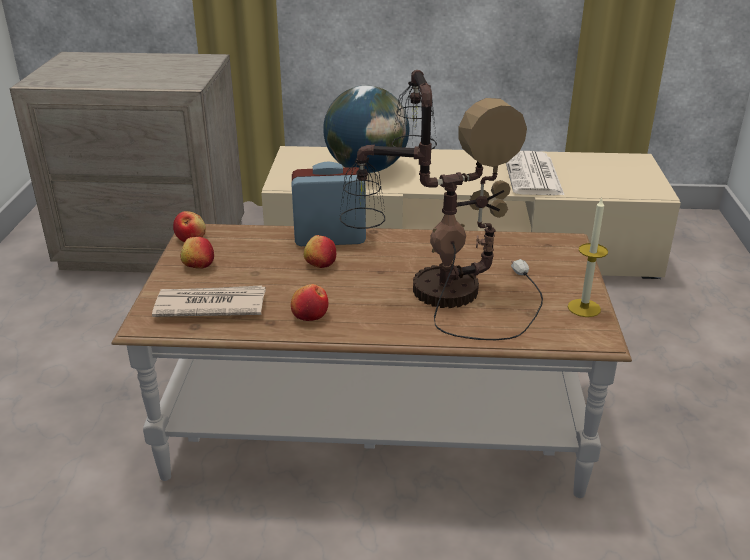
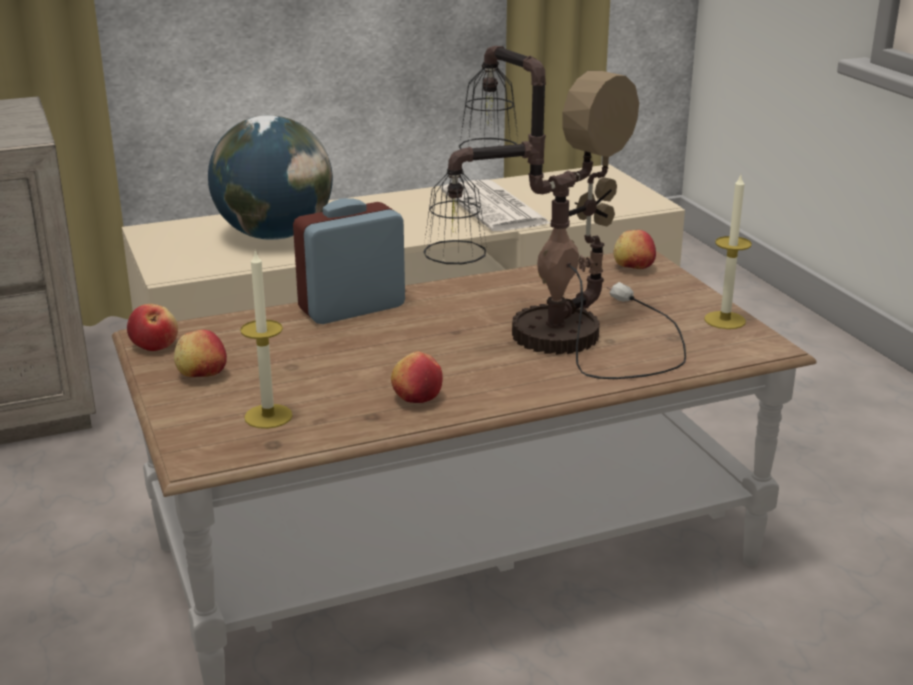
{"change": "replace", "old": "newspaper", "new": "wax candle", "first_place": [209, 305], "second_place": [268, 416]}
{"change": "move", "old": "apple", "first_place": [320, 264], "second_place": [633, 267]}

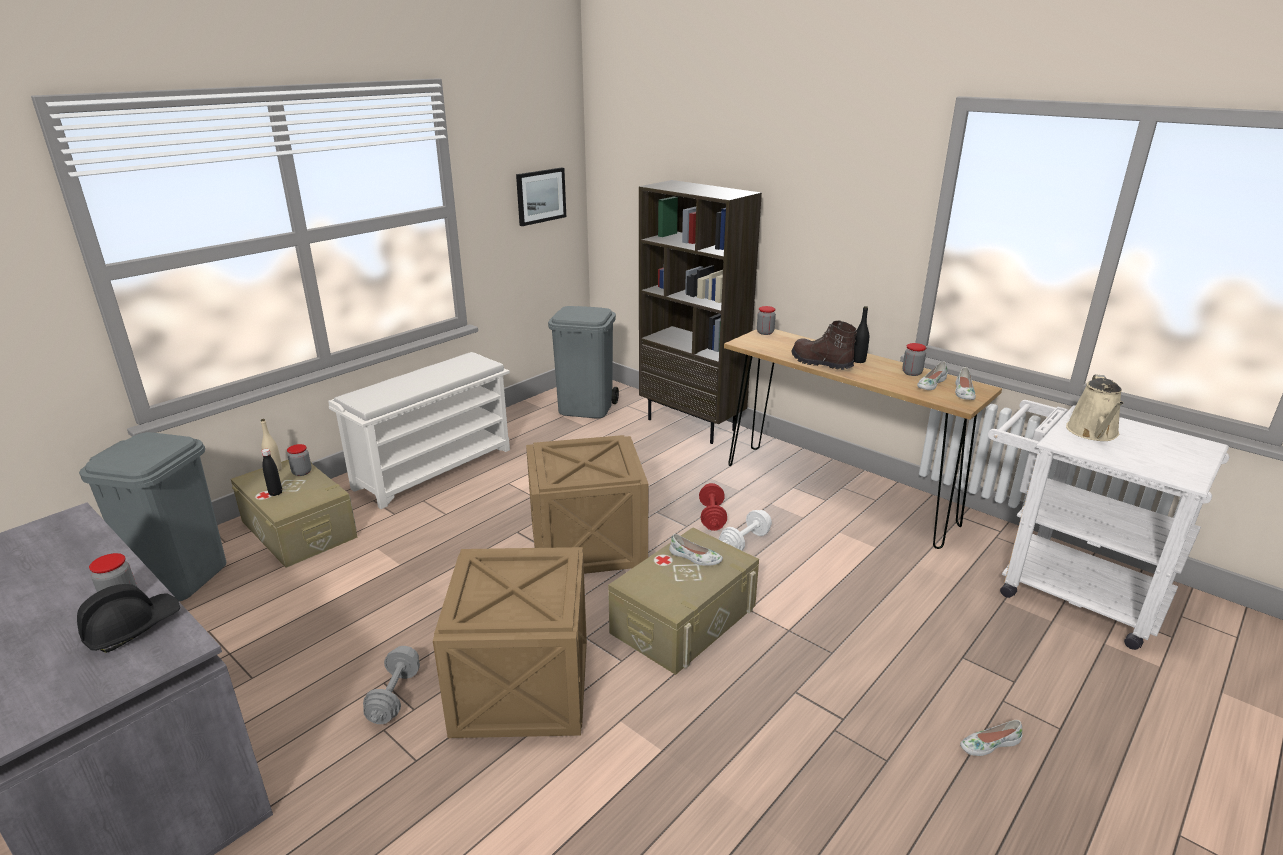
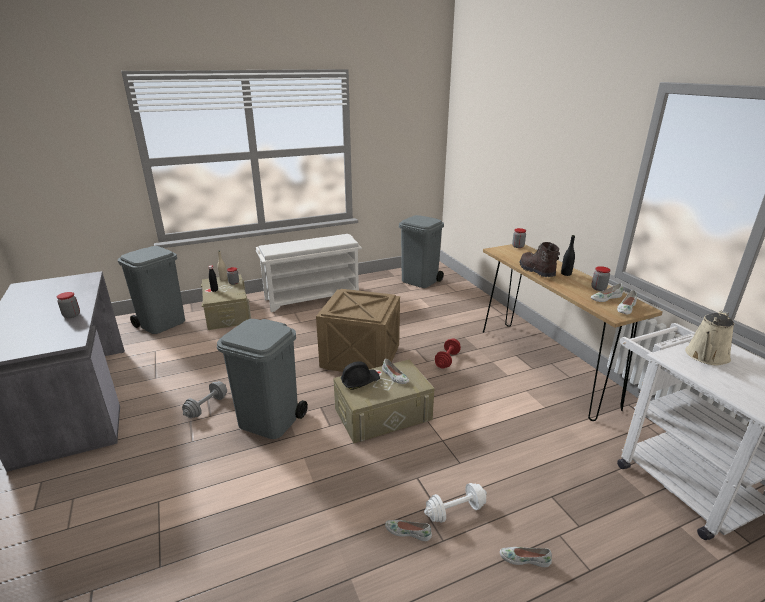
{"change": "replace", "old": "shipping crate", "new": "gray trash can", "first_place": [523, 684], "second_place": [270, 421]}
{"change": "move", "old": "blackish work helmet", "first_place": [132, 628], "second_place": [360, 381]}
{"change": "insert", "new": "whitish shoe", "second_place": [408, 531]}
{"change": "move", "old": "whitish hand weight", "first_place": [744, 542], "second_place": [455, 511]}
{"change": "delete", "old": "picture", "first_place": [540, 196]}
{"change": "delete", "old": "brownish shelving unit", "first_place": [692, 424]}

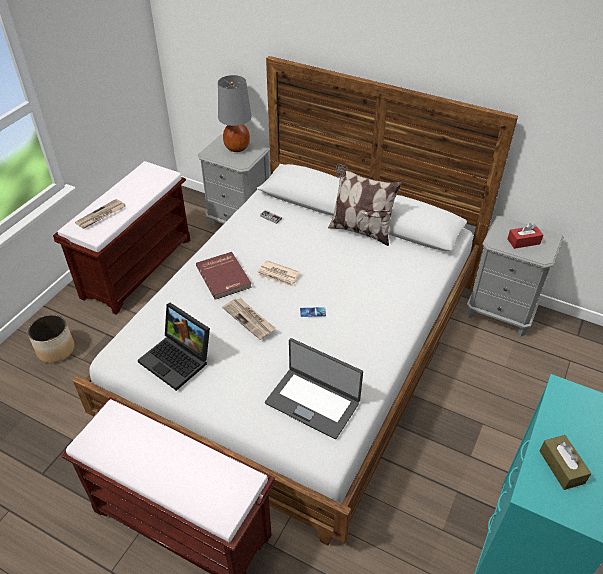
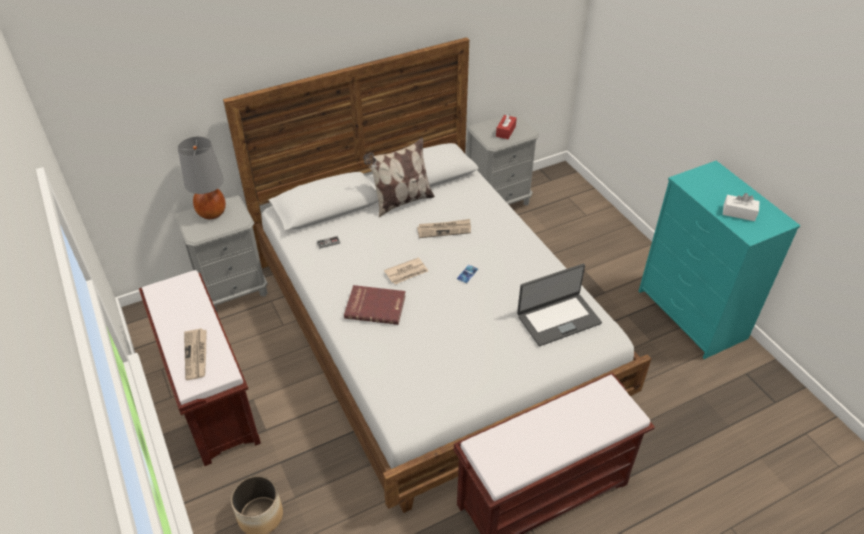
{"change": "move", "old": "newspaper", "first_place": [249, 319], "second_place": [444, 229]}
{"change": "recolor", "old": "brownish tissue box", "new": "whitish tissue box", "first_place": [561, 467], "second_place": [739, 213]}
{"change": "delete", "old": "notebook computer", "first_place": [178, 360]}

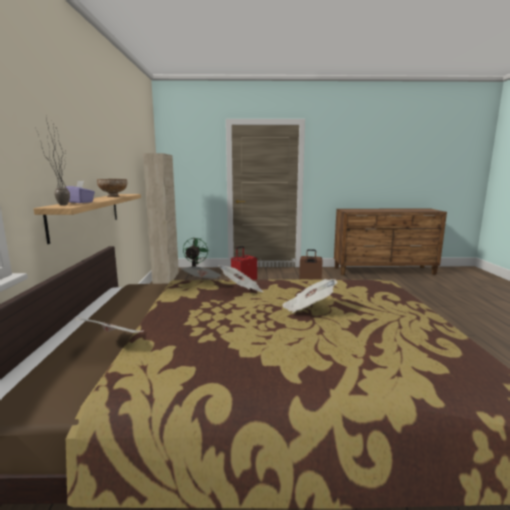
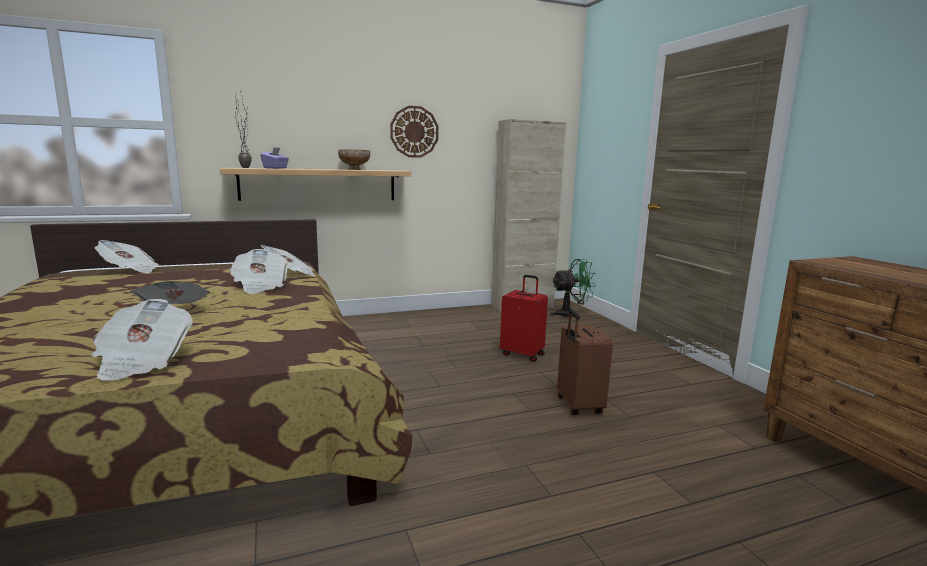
{"change": "insert", "new": "newspaper", "second_place": [142, 362]}
{"change": "insert", "new": "wall clock", "second_place": [414, 132]}

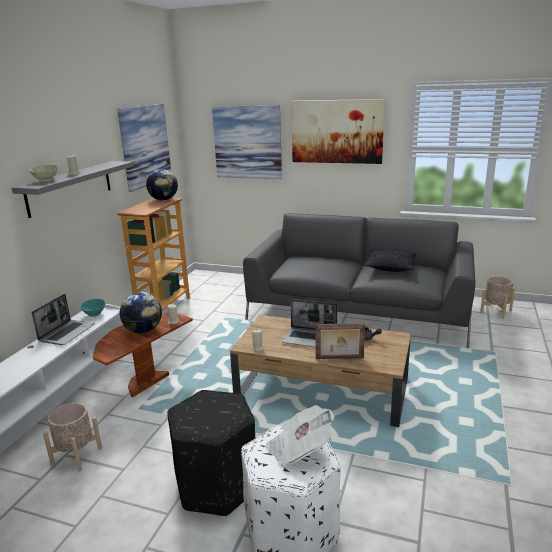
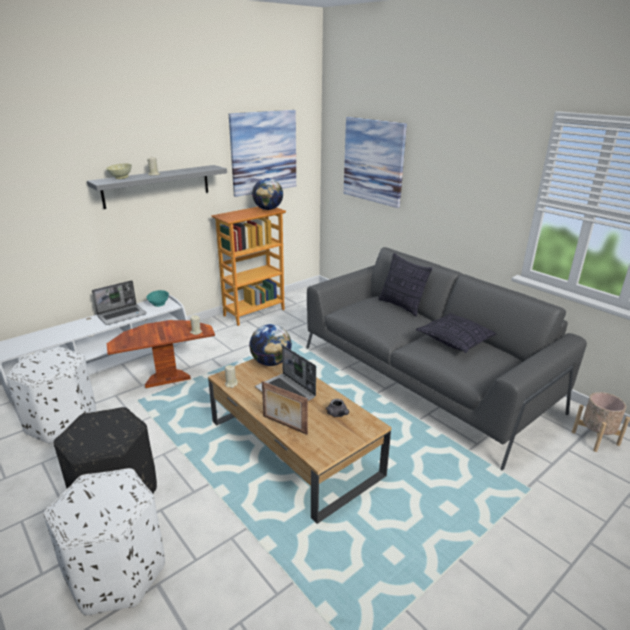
{"change": "replace", "old": "beige flower pot", "new": "whitish ottoman", "first_place": [76, 456], "second_place": [62, 421]}
{"change": "move", "old": "desk globe", "first_place": [143, 330], "second_place": [271, 362]}
{"change": "insert", "new": "cushion", "second_place": [401, 306]}
{"change": "delete", "old": "newspaper", "first_place": [299, 449]}
{"change": "delete", "old": "picture", "first_place": [336, 131]}

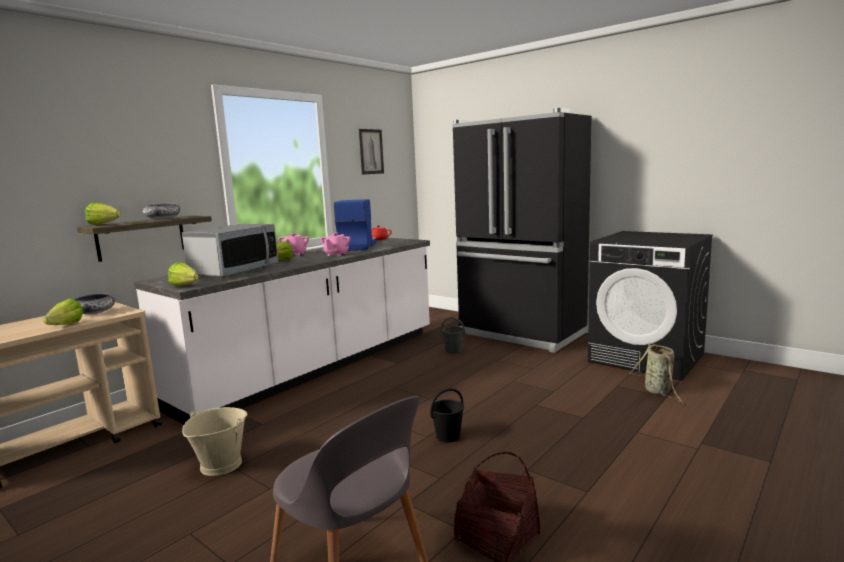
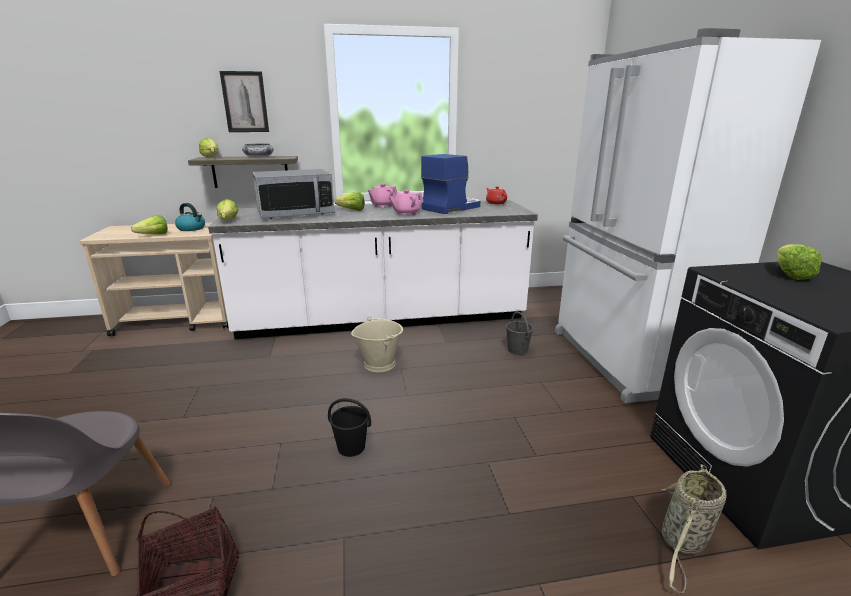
{"change": "replace", "old": "bowl", "new": "kettle", "first_place": [95, 312], "second_place": [192, 228]}
{"change": "move", "old": "picture", "first_place": [371, 151], "second_place": [245, 102]}
{"change": "move", "old": "beige bucket", "first_place": [221, 464], "second_place": [379, 364]}
{"change": "recolor", "old": "blackish refrigerator", "new": "whitish refrigerator", "first_place": [520, 334], "second_place": [624, 360]}
{"change": "insert", "new": "lettuce head", "second_place": [788, 273]}

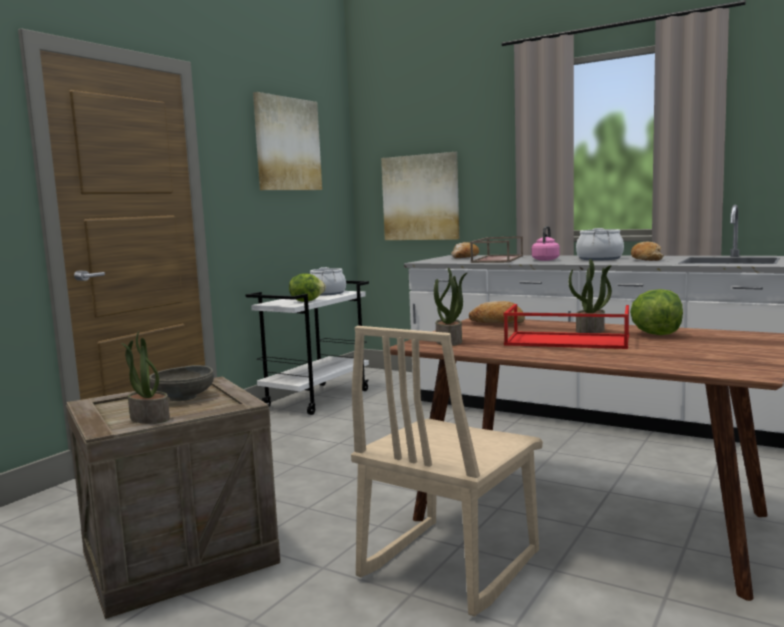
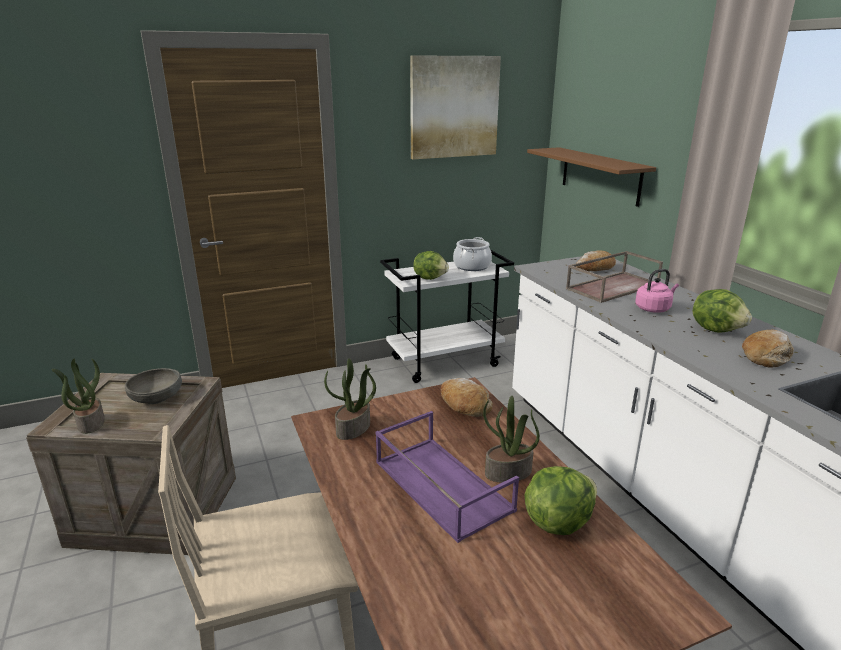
{"change": "recolor", "old": "red-coloured carrying tray", "new": "purple carrying tray", "first_place": [565, 341], "second_place": [440, 485]}
{"change": "replace", "old": "picture", "new": "brownish wall shelf", "first_place": [420, 197], "second_place": [600, 175]}
{"change": "replace", "old": "saucepot", "new": "lettuce head", "first_place": [599, 259], "second_place": [716, 329]}

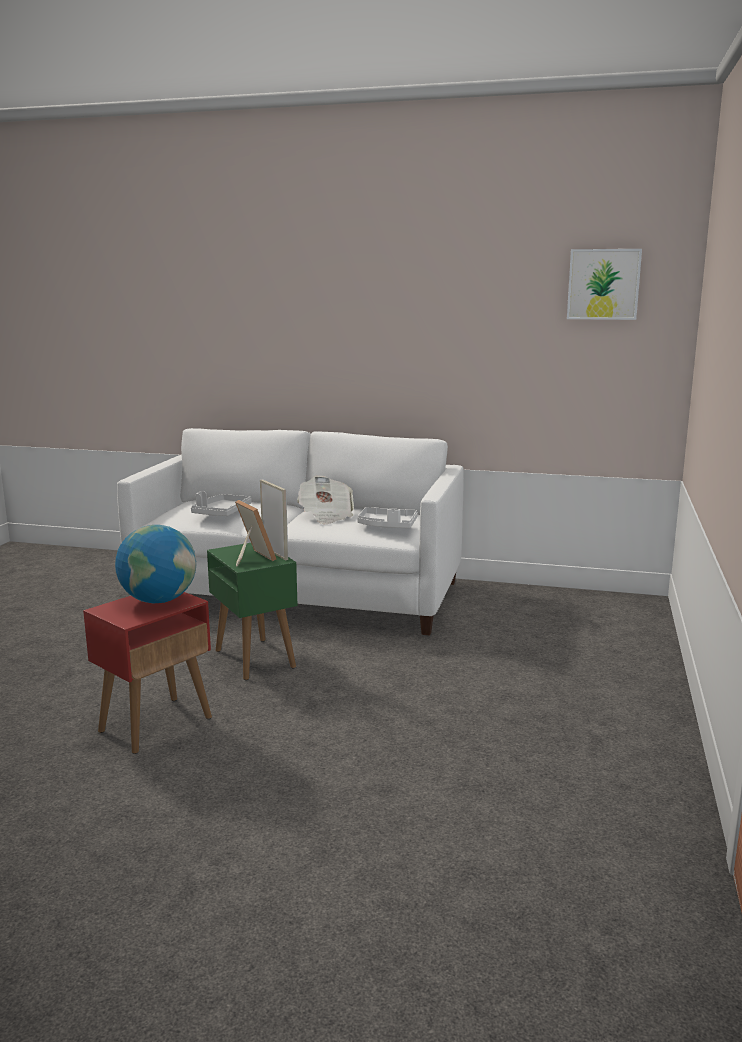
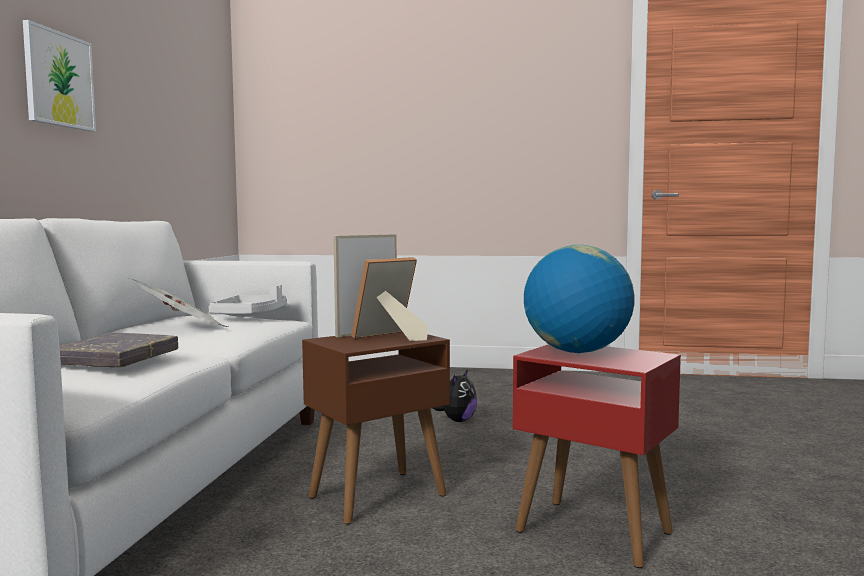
{"change": "move", "old": "picture", "first_place": [603, 284], "second_place": [59, 79]}
{"change": "replace", "old": "gray carrying tray", "new": "gray volume", "first_place": [221, 513], "second_place": [115, 358]}
{"change": "recolor", "old": "green side table", "new": "brownish side table", "first_place": [254, 658], "second_place": [376, 496]}
{"change": "insert", "new": "cuddly toy", "second_place": [457, 420]}

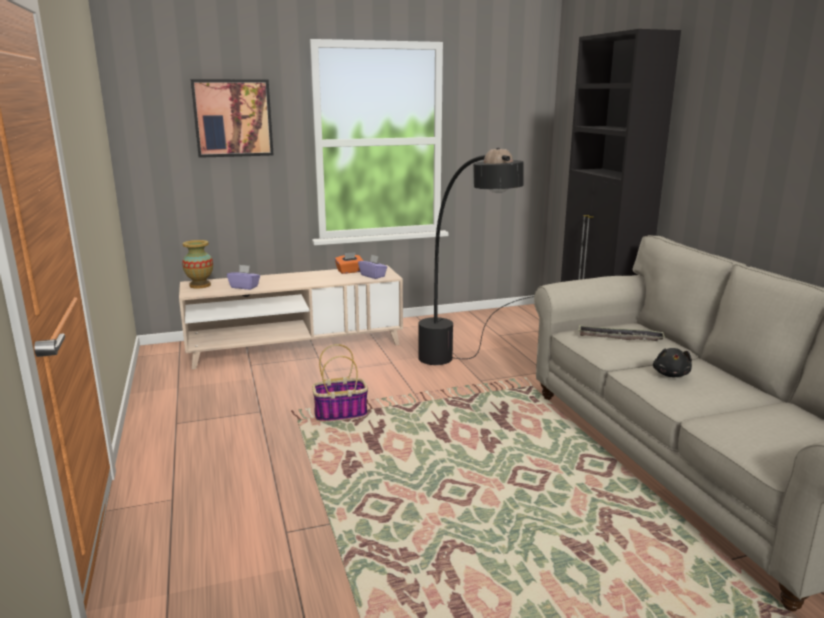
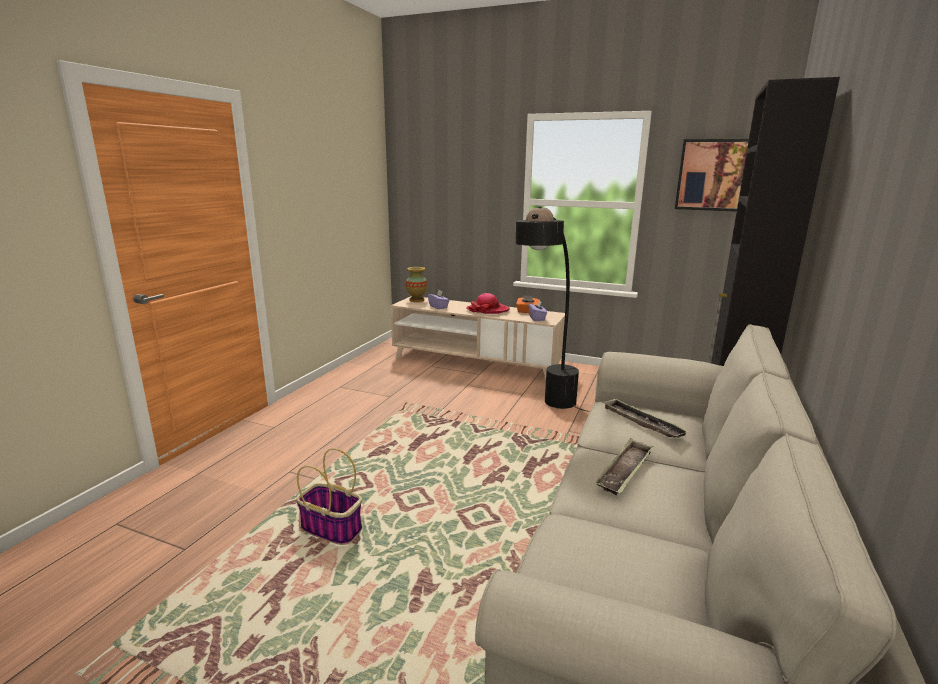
{"change": "move", "old": "basket", "first_place": [341, 414], "second_place": [333, 529]}
{"change": "insert", "new": "hat", "second_place": [488, 310]}
{"change": "replace", "old": "blackish cuddly toy", "new": "carrying tray", "first_place": [671, 374], "second_place": [625, 471]}
{"change": "move", "old": "picture", "first_place": [233, 118], "second_place": [715, 175]}

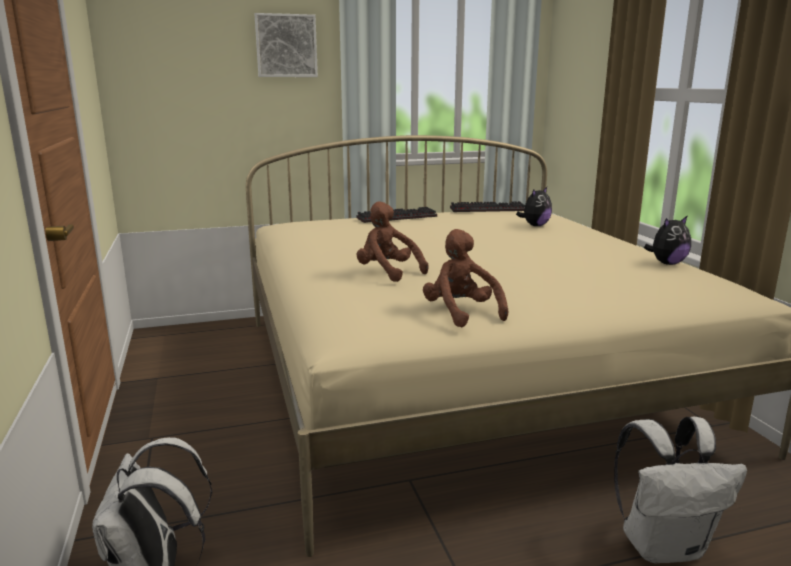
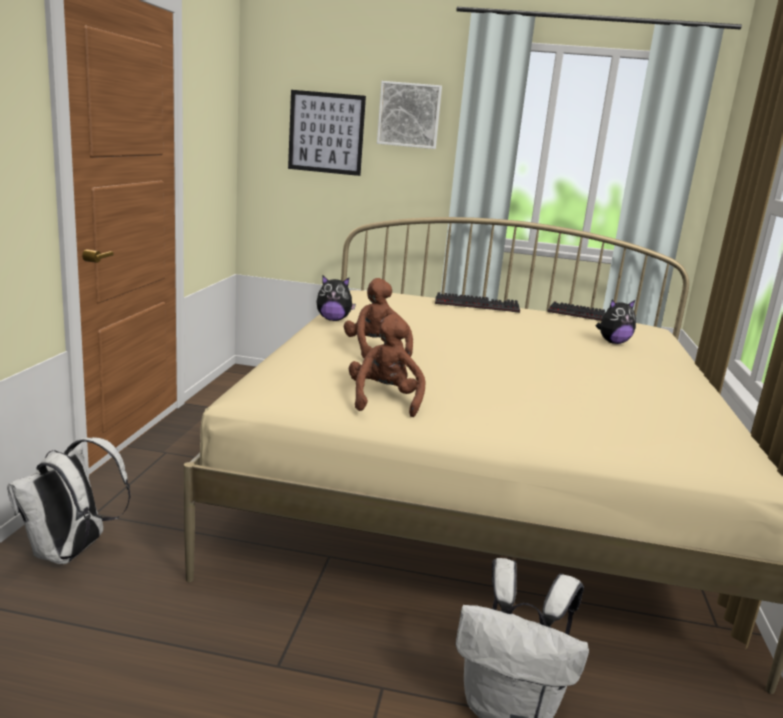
{"change": "insert", "new": "picture", "second_place": [326, 133]}
{"change": "move", "old": "cuddly toy", "first_place": [667, 263], "second_place": [333, 320]}

